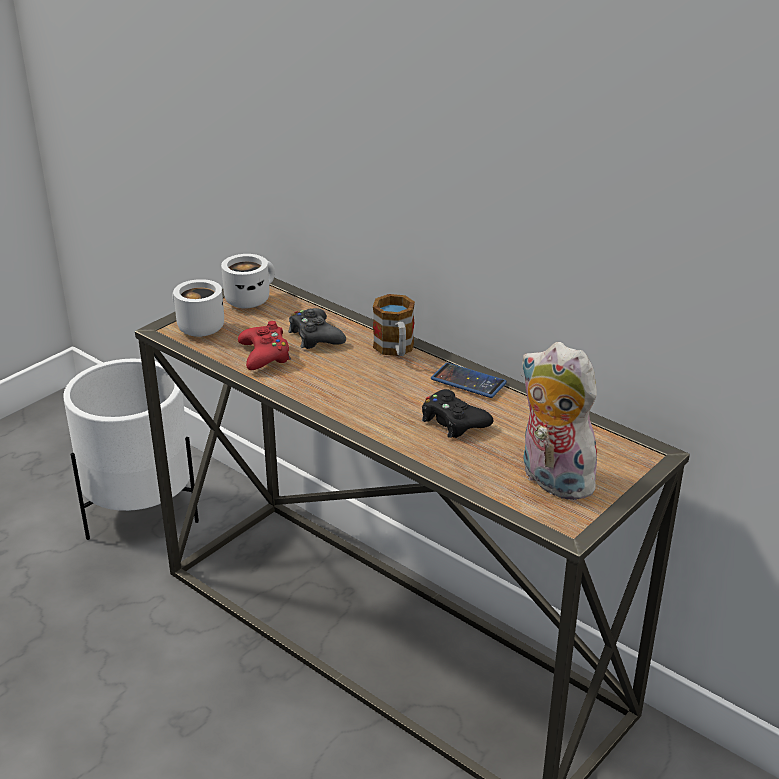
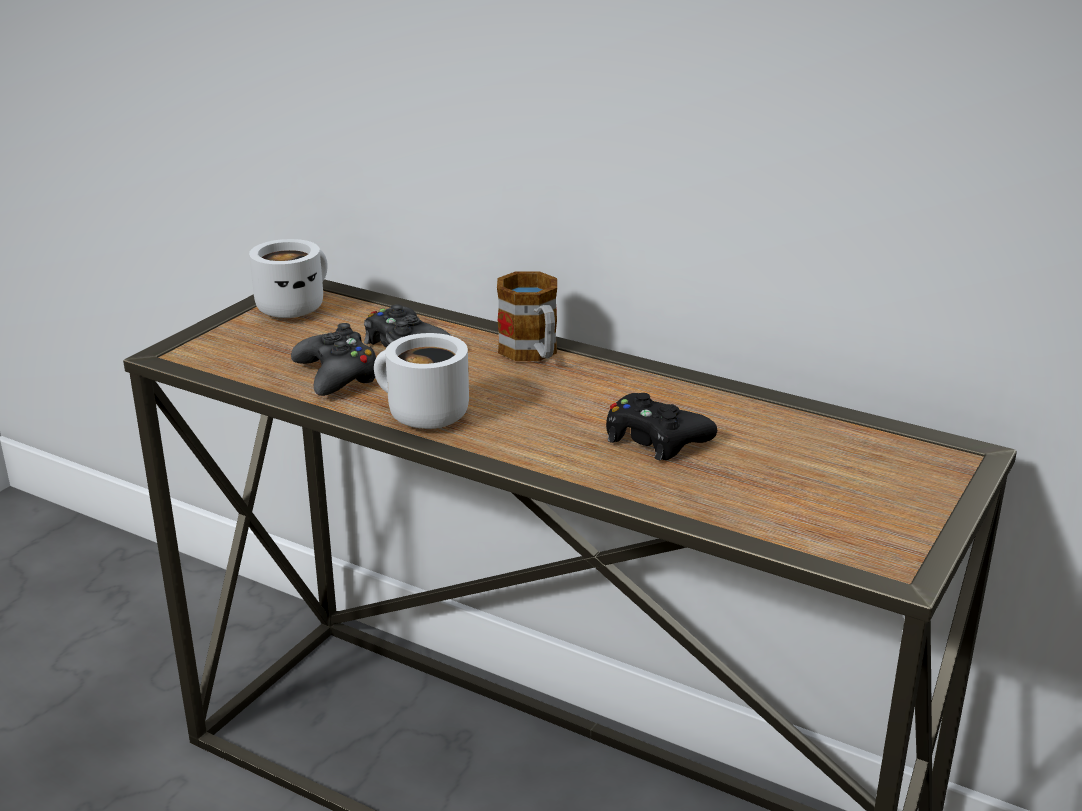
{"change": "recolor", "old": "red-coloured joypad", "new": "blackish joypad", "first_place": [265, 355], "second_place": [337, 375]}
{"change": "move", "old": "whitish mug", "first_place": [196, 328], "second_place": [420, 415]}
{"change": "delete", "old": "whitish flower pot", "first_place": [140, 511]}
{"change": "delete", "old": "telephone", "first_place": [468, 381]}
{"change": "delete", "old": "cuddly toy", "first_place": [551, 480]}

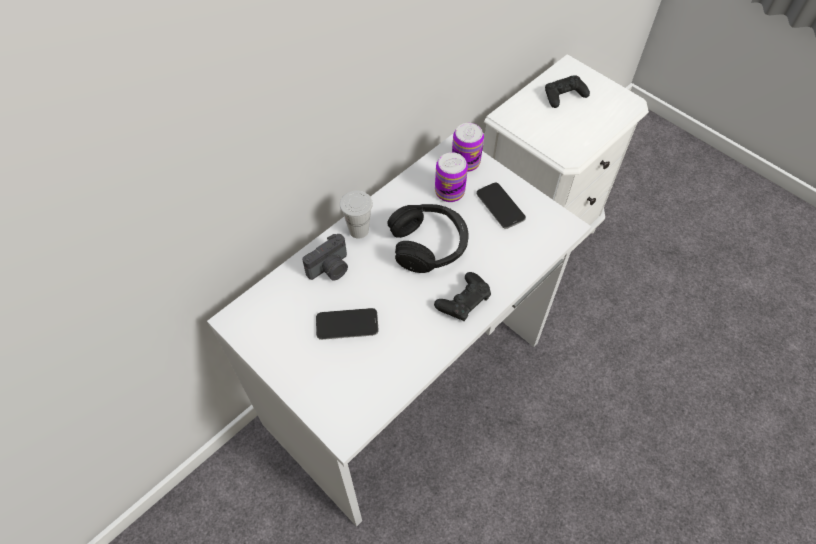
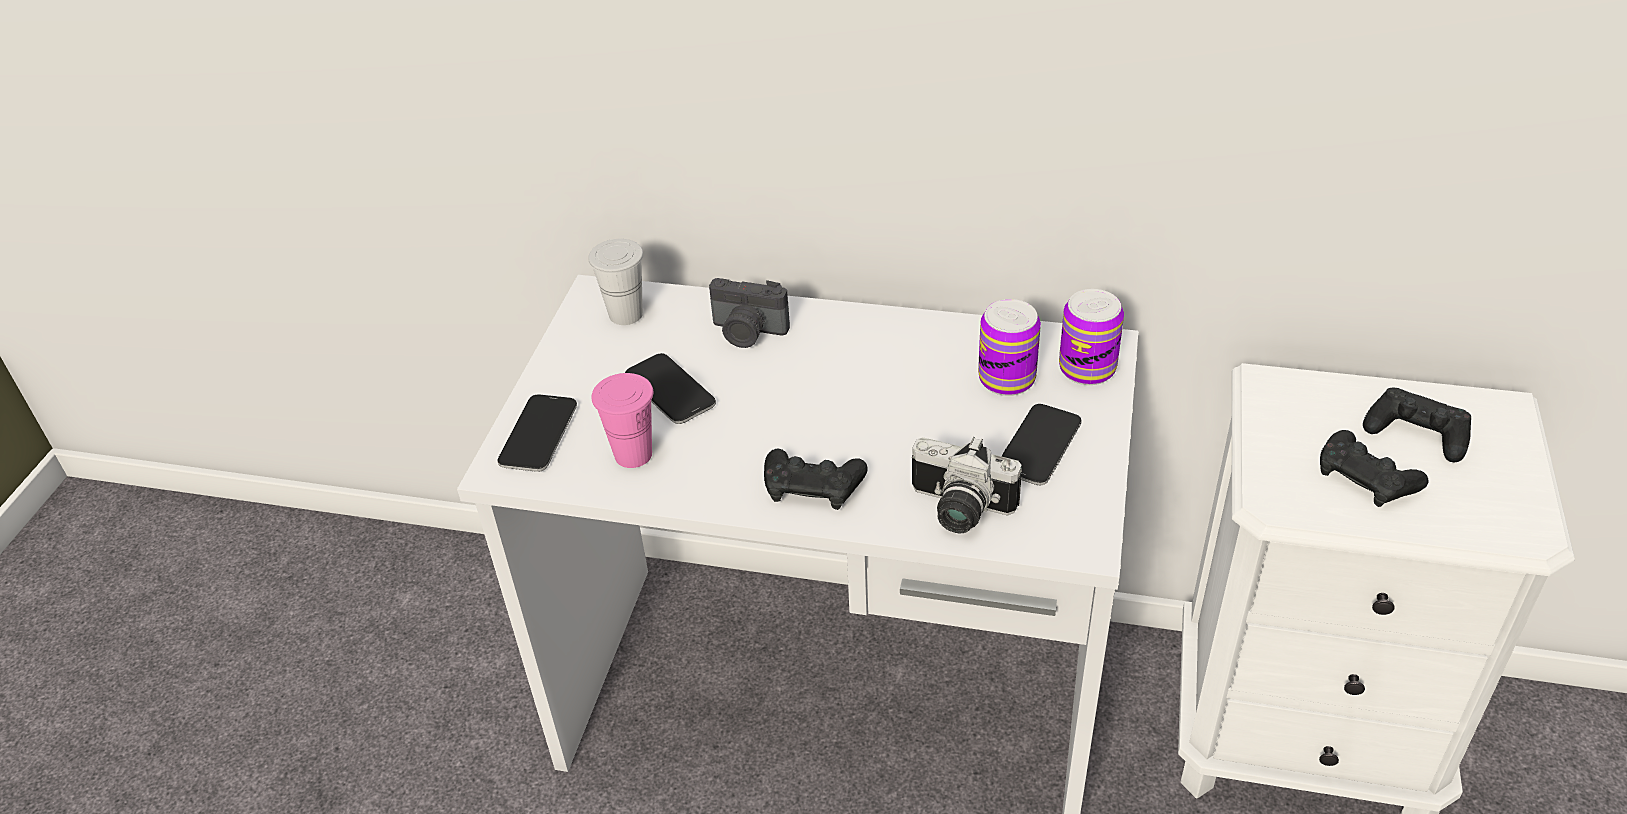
{"change": "insert", "new": "telephone", "second_place": [538, 434]}
{"change": "move", "old": "whitish small cup", "first_place": [358, 230], "second_place": [626, 314]}
{"change": "insert", "new": "pink-coloured small cup", "second_place": [633, 454]}
{"change": "insert", "new": "still camera", "second_place": [958, 511]}
{"change": "insert", "new": "blackish joypad", "second_place": [1366, 477]}
{"change": "delete", "old": "blackish headset", "first_place": [429, 244]}

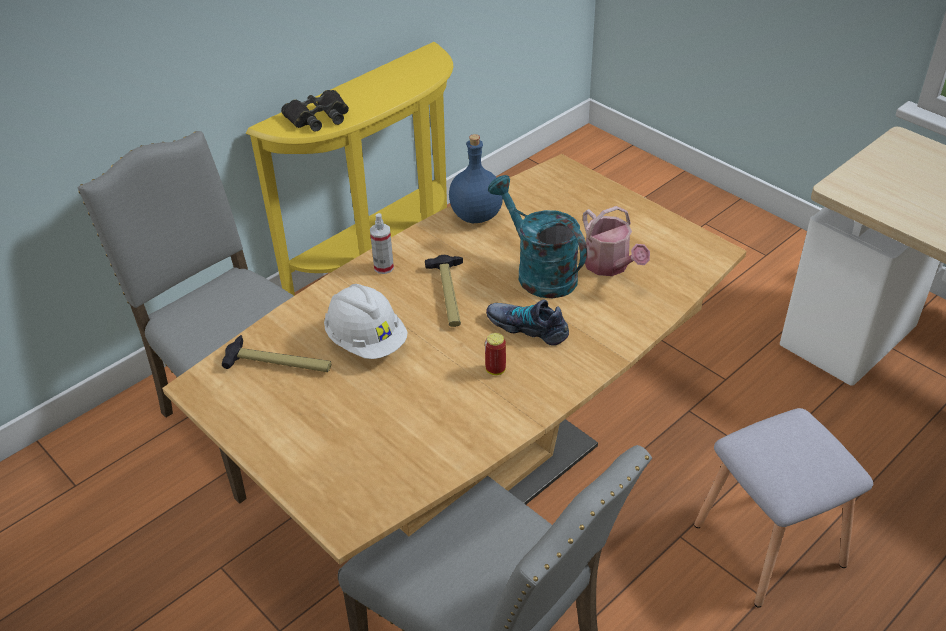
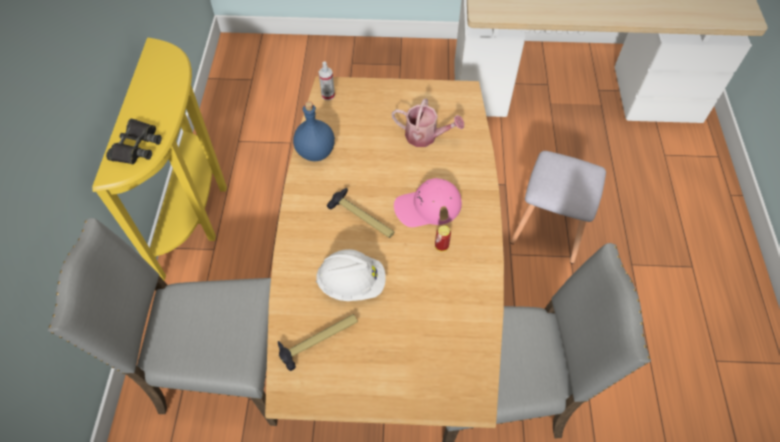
{"change": "move", "old": "spray bottle", "first_place": [383, 267], "second_place": [328, 95]}
{"change": "replace", "old": "shoe", "new": "pink-coloured peaked cap", "first_place": [527, 327], "second_place": [427, 206]}
{"change": "delete", "old": "turquoise-coloured watering pot", "first_place": [539, 272]}

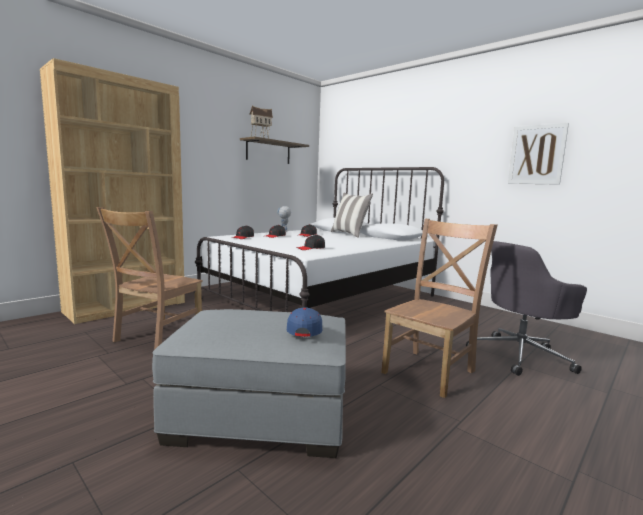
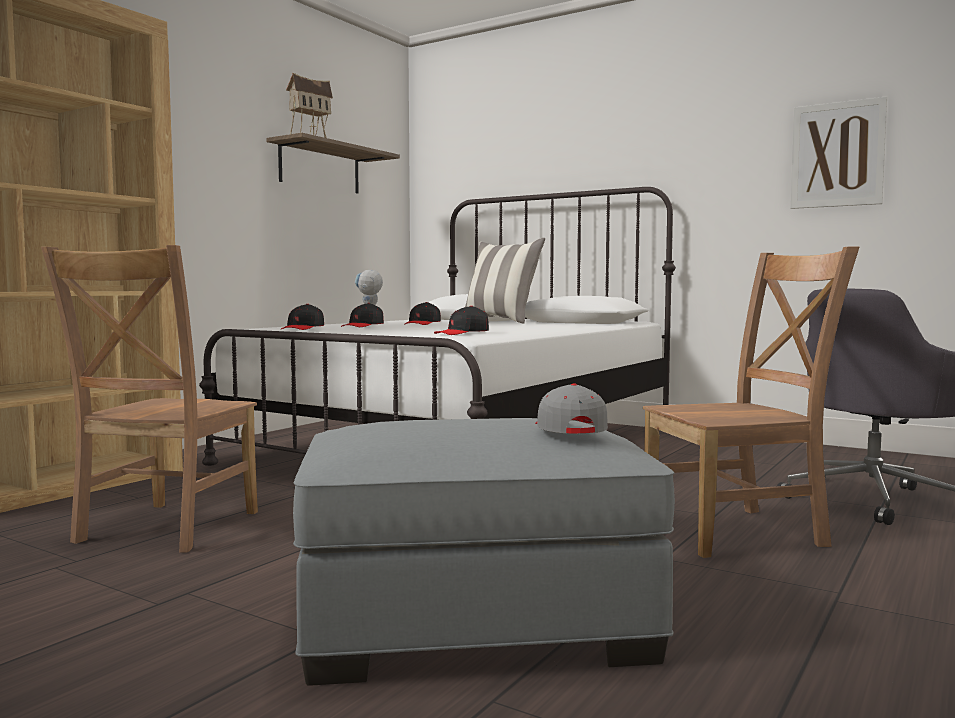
{"change": "recolor", "old": "blue peaked cap", "new": "gray peaked cap", "first_place": [304, 329], "second_place": [568, 429]}
{"change": "rotate", "old": "brownish plain chair", "first_place": [430, 370], "second_place": [739, 531], "degrees": 45}

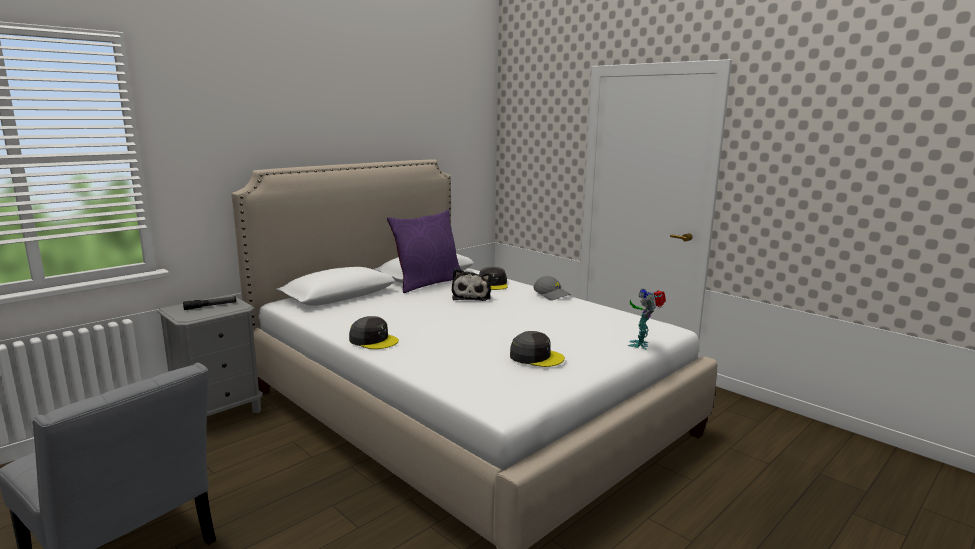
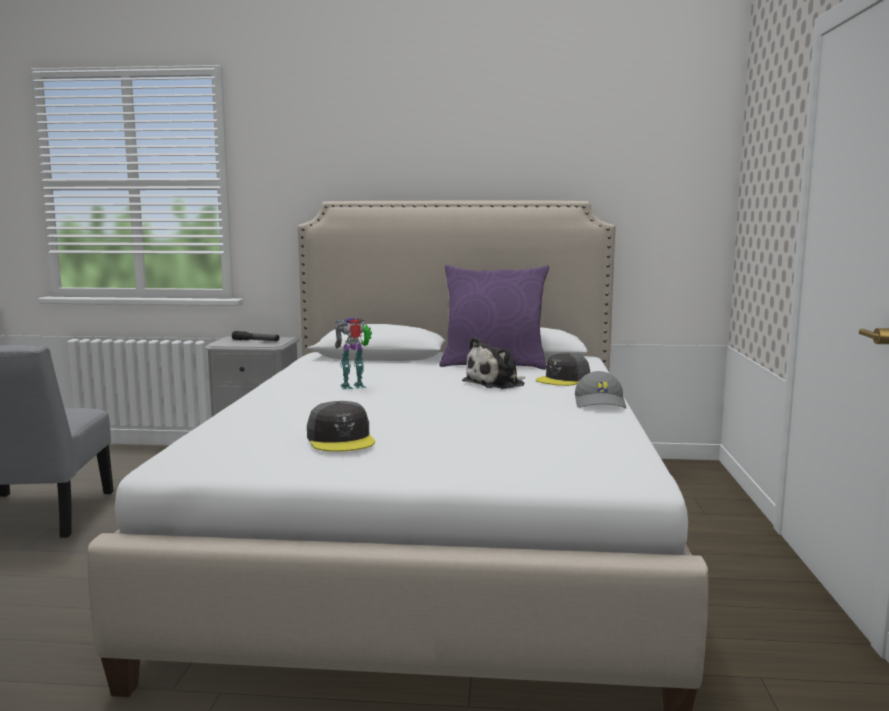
{"change": "move", "old": "model robot", "first_place": [642, 344], "second_place": [354, 387]}
{"change": "delete", "old": "gray peaked cap", "first_place": [373, 340]}

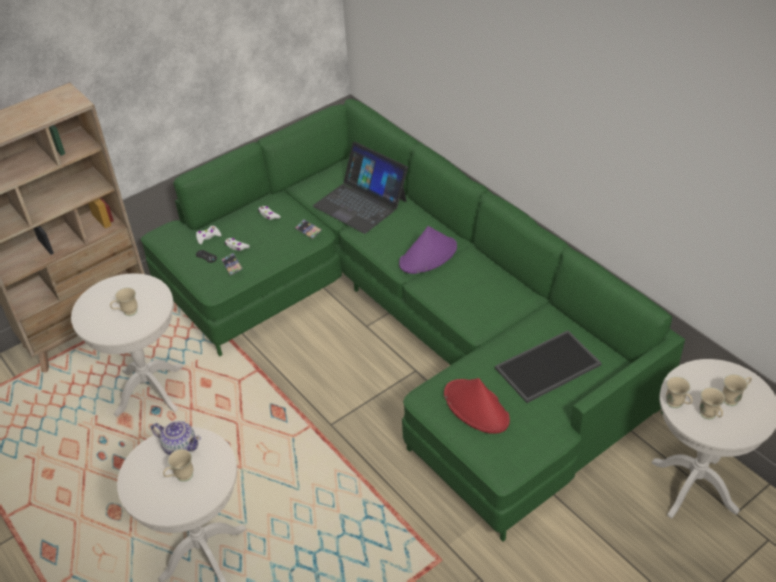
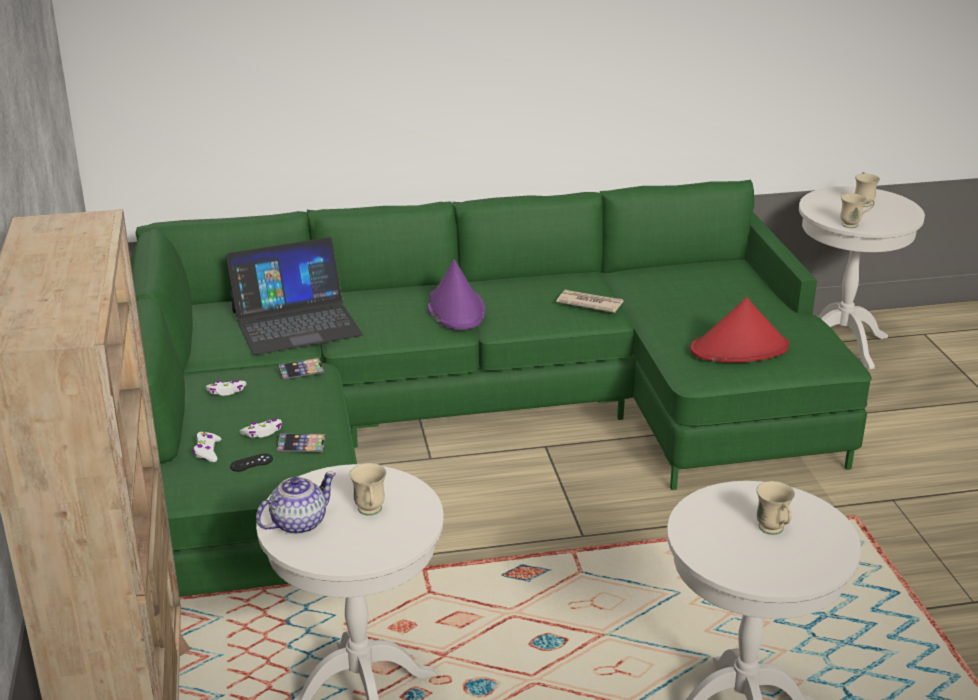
{"change": "move", "old": "teapot", "first_place": [180, 446], "second_place": [298, 523]}
{"change": "insert", "new": "newspaper", "second_place": [589, 303]}
{"change": "delete", "old": "carrying tray", "first_place": [548, 368]}
{"change": "delete", "old": "beige mug", "first_place": [710, 416]}

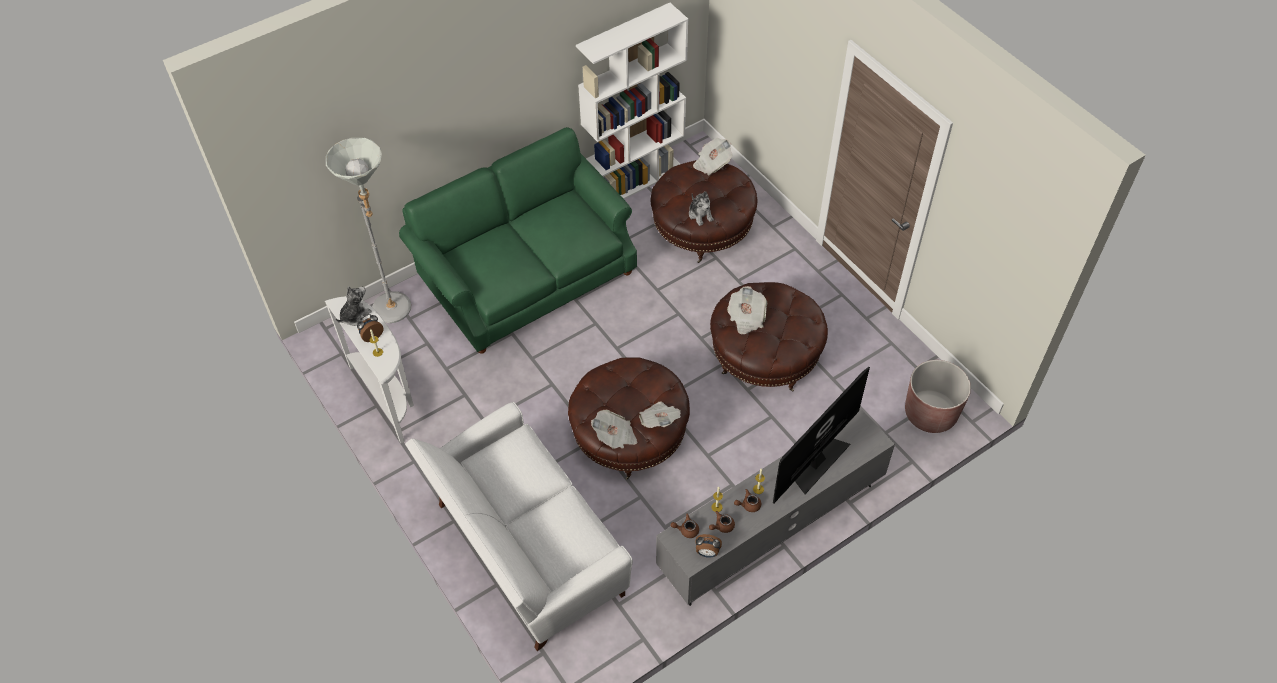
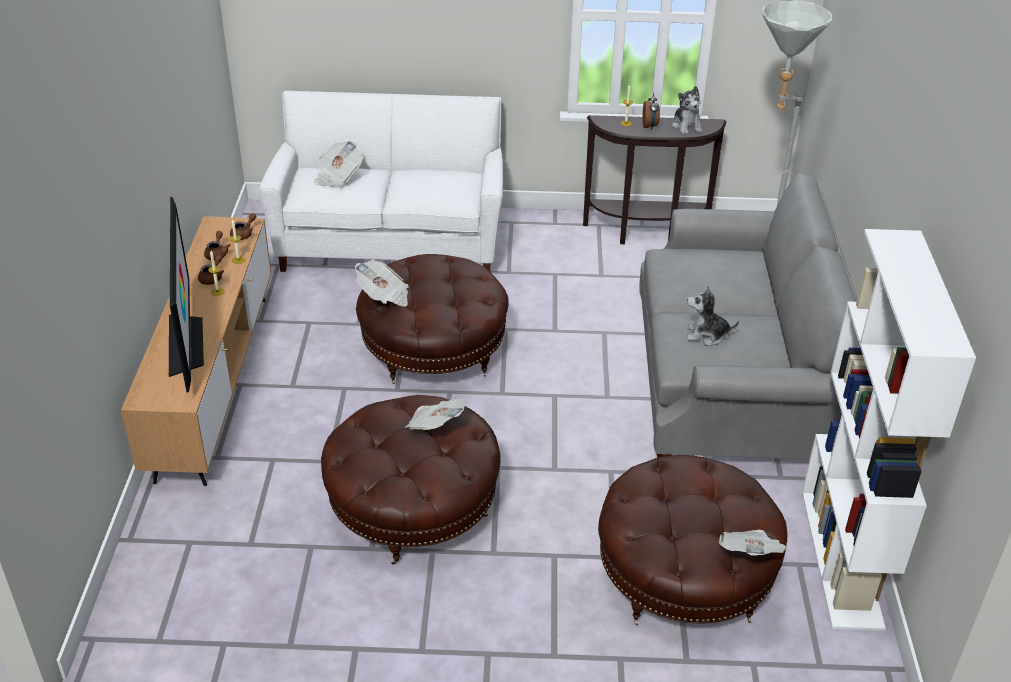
{"change": "recolor", "old": "gray tv unit", "new": "brownish tv unit", "first_place": [771, 528], "second_place": [215, 385]}
{"change": "move", "old": "newspaper", "first_place": [615, 436], "second_place": [337, 177]}
{"change": "recolor", "old": "whitish narrow table", "new": "brownish narrow table", "first_place": [387, 397], "second_place": [646, 234]}
{"change": "recolor", "old": "green couch", "new": "gray couch", "first_place": [527, 275], "second_place": [733, 380]}
{"change": "move", "old": "cuddly toy", "first_place": [700, 215], "second_place": [707, 335]}
{"change": "delete", "old": "alarm clock", "first_place": [707, 553]}
{"change": "delete", "old": "brownish flower pot", "first_place": [930, 413]}

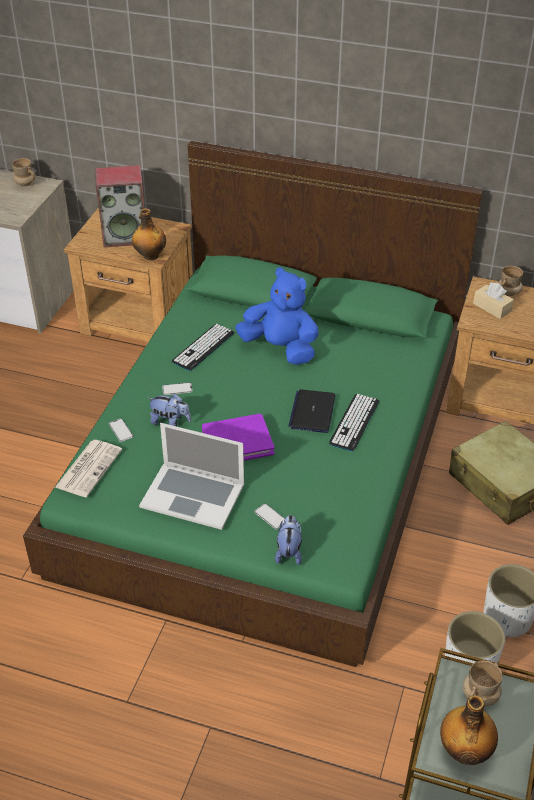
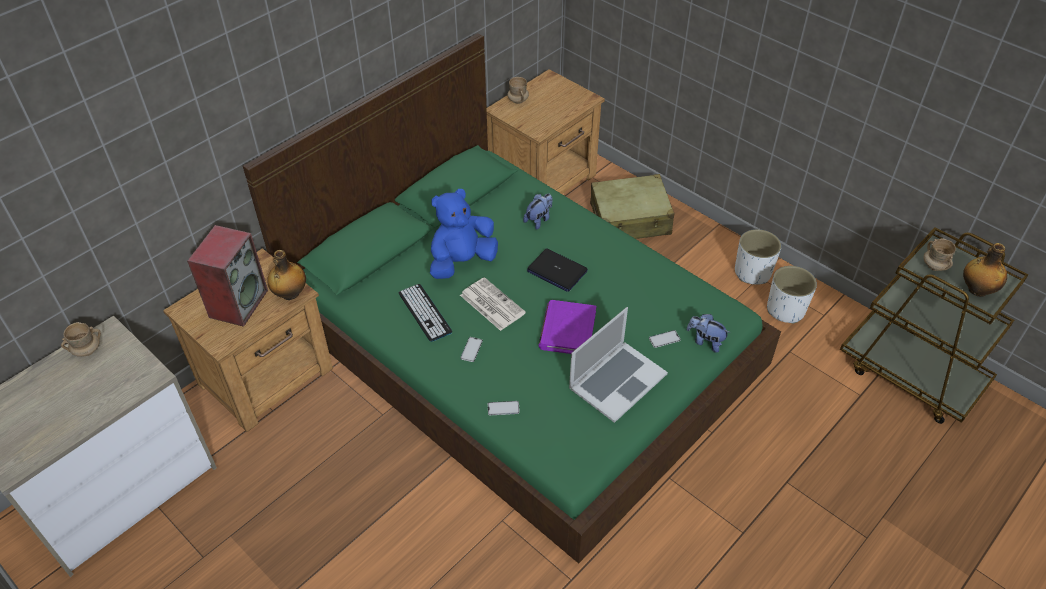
{"change": "move", "old": "newspaper", "first_place": [89, 468], "second_place": [491, 304]}
{"change": "move", "old": "cuddly toy", "first_place": [170, 421], "second_place": [539, 220]}
{"change": "delete", "old": "computer keyboard", "first_place": [354, 422]}
{"change": "delete", "old": "beige tissue box", "first_place": [492, 307]}

